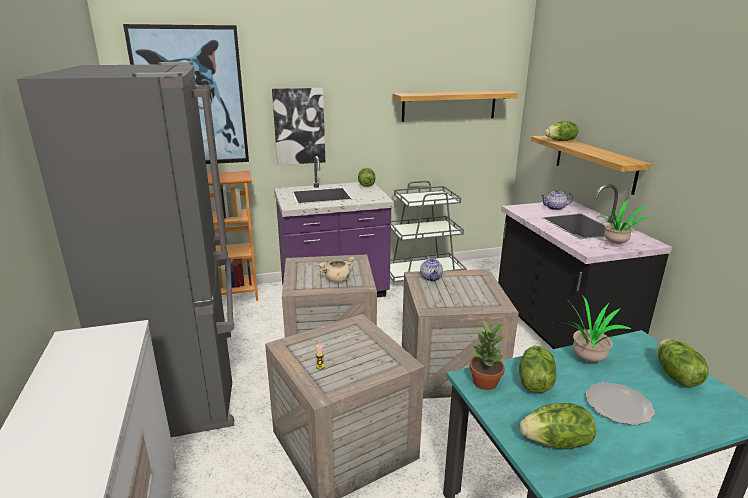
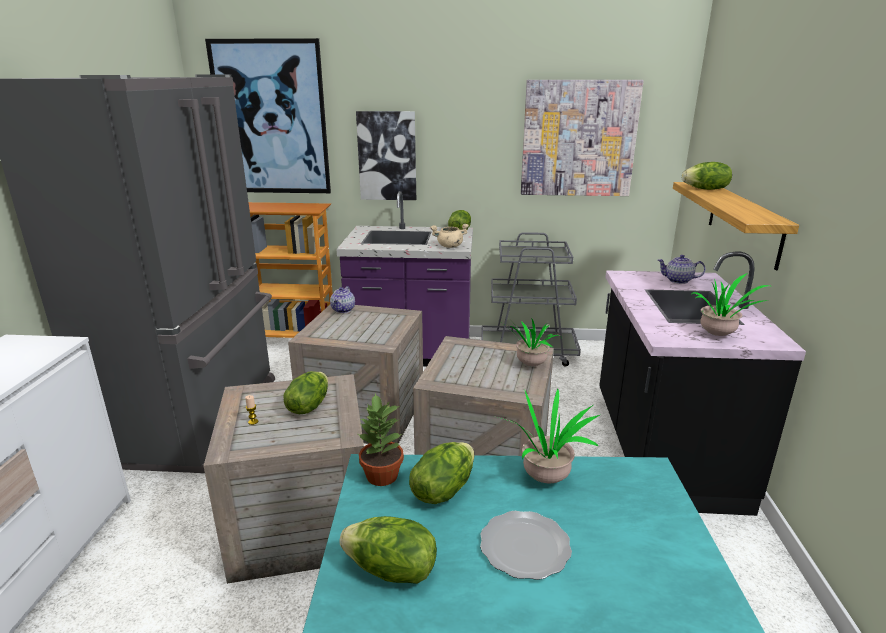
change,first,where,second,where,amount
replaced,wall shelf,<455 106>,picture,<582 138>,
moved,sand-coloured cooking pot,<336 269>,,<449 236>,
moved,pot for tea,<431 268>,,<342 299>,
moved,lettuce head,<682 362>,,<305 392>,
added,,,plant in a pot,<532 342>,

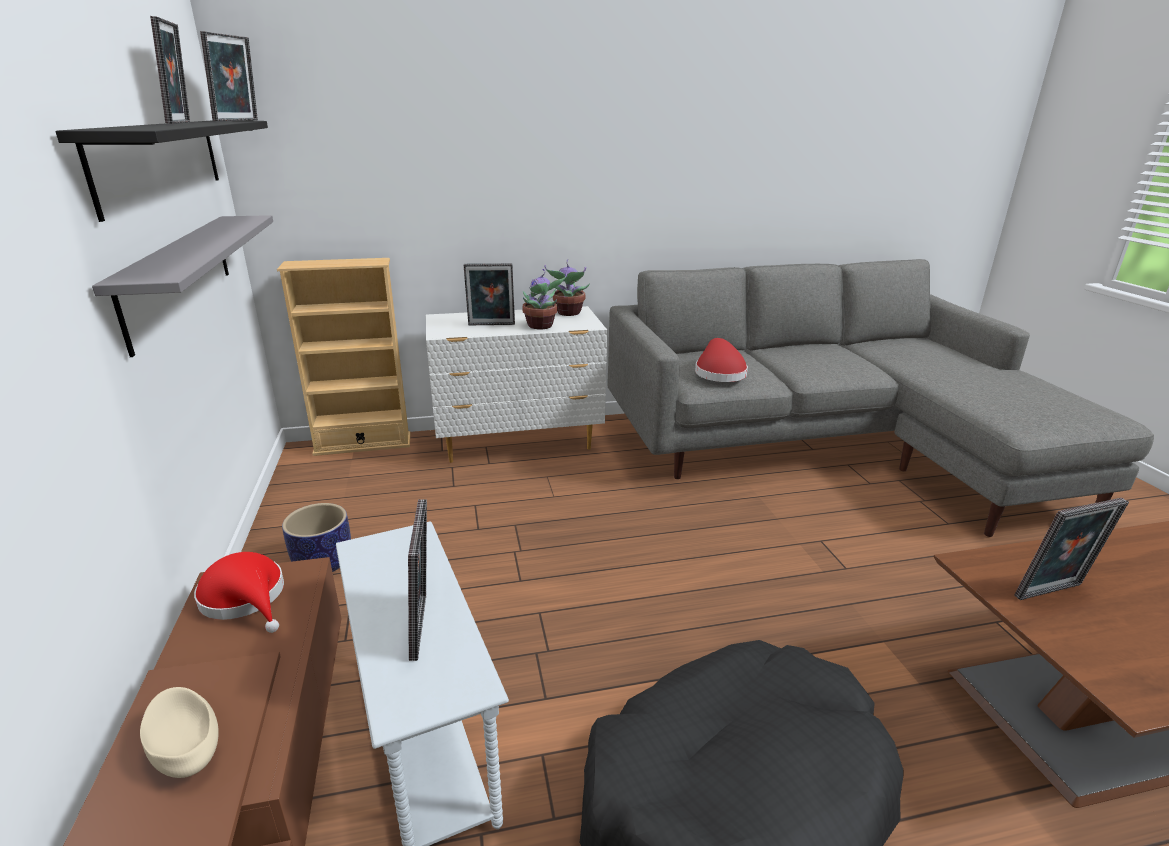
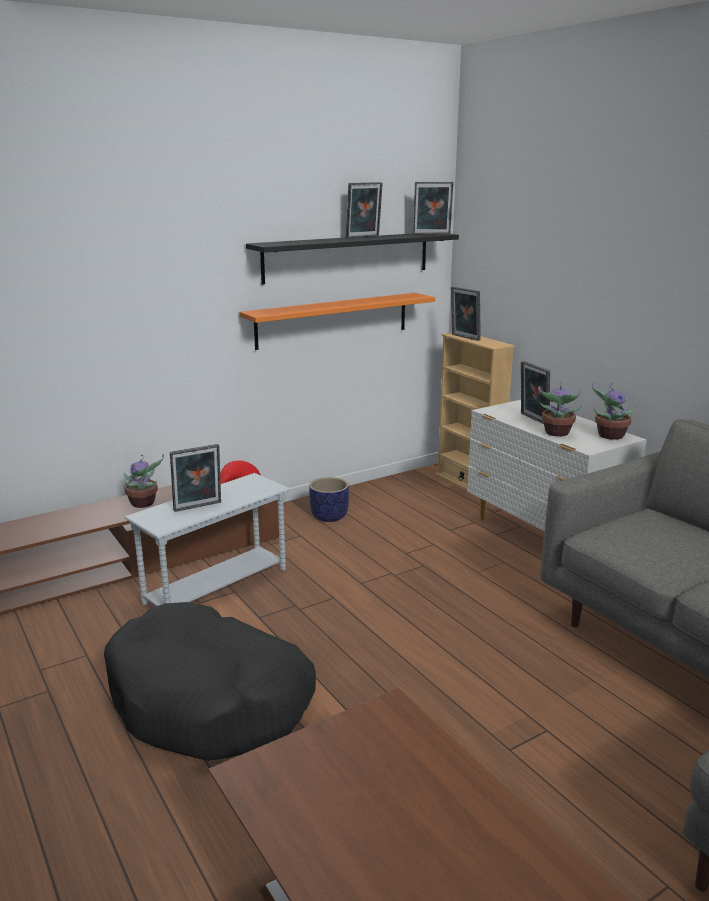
change,first,where,second,where,amount
recoloured,gray wall shelf,<182 286>,orange wall shelf,<337 321>,
removed,reddish wearable hat,<721 360>,,,
moved,standing frame,<1072 549>,,<466 314>,
replaced,sand-coloured deep dish,<179 732>,plant in a pot,<143 481>,

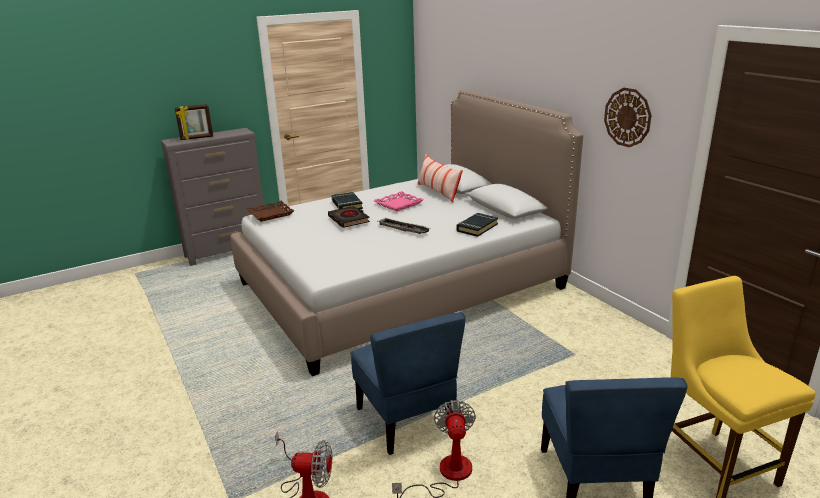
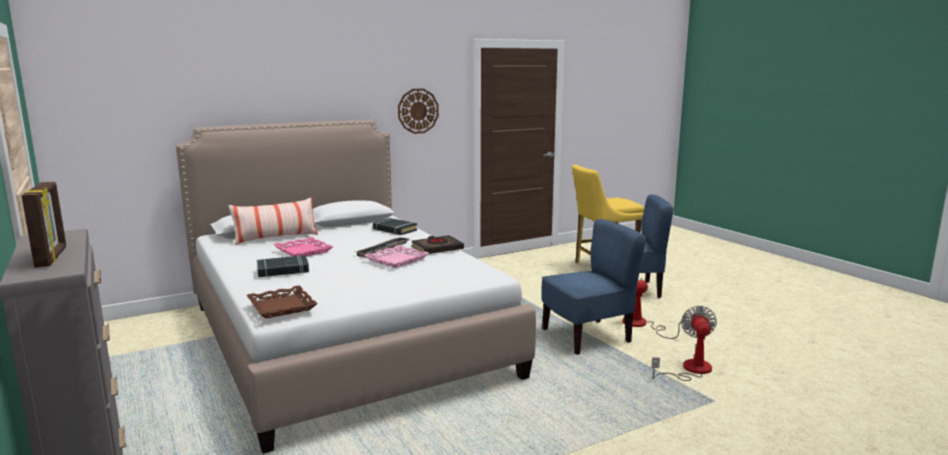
change,first,where,second,where,amount
moved,black book,<349 217>,,<437 244>,
added,,,pinkish carrying tray,<396 256>,

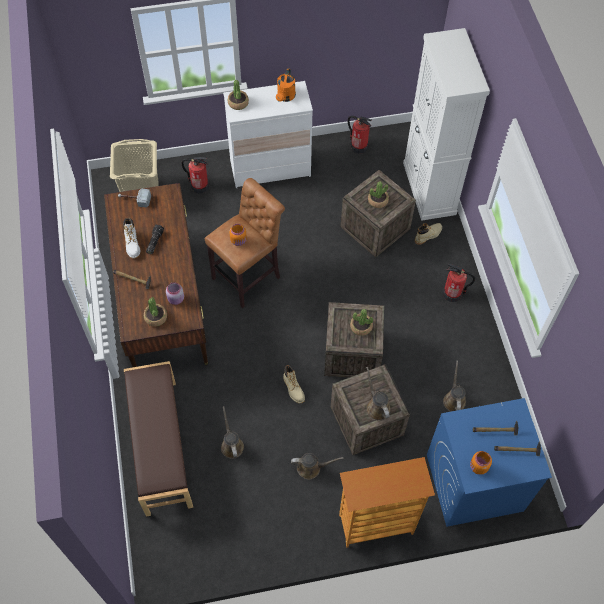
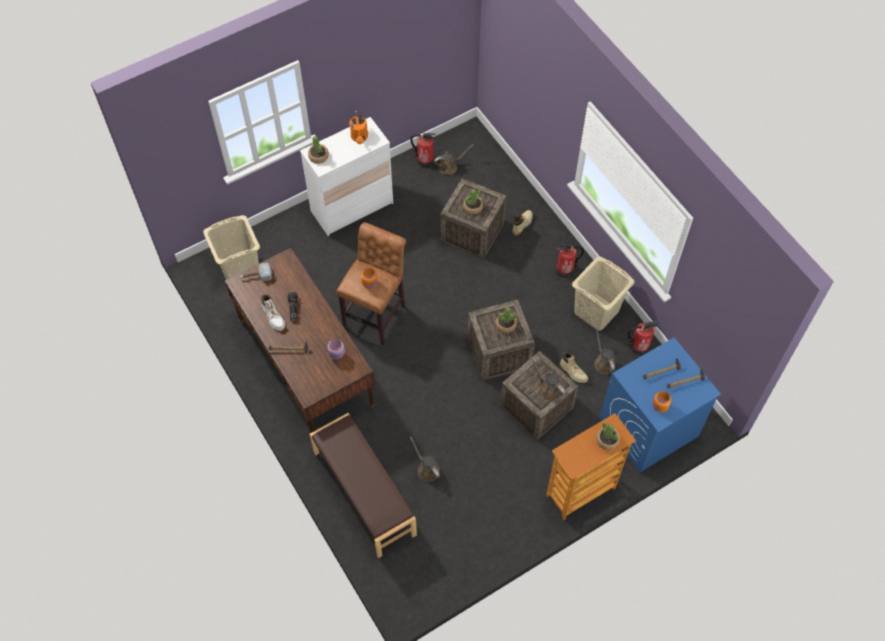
change,first,where,second,where,amount
removed,whitish cabinet,<446 124>,,,
moved,fire-fighting cylinder,<195 175>,,<643 337>,
moved,plant in a pot,<155 312>,,<608 436>,
moved,sand-coloured high-top boot,<294 384>,,<574 367>,
moved,brownish watering pot,<317 466>,,<454 160>,
added,,,sand-coloured laundry basket,<603 293>,

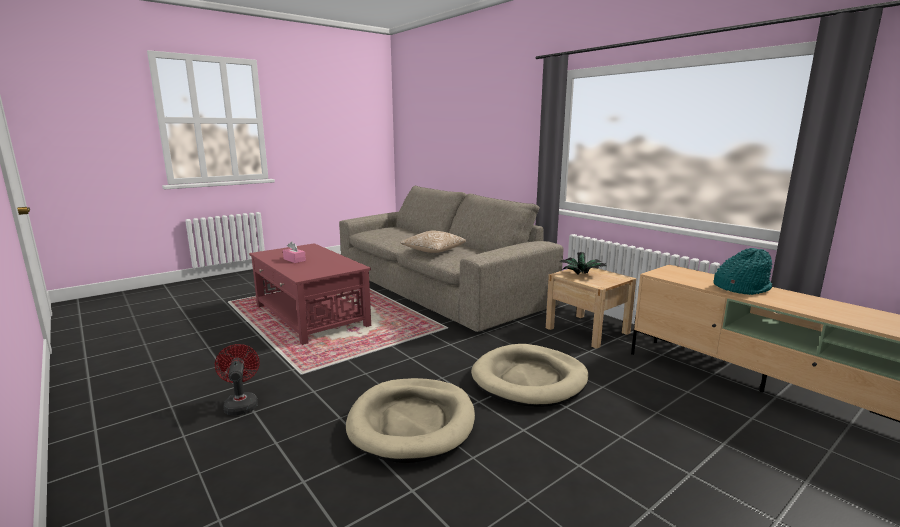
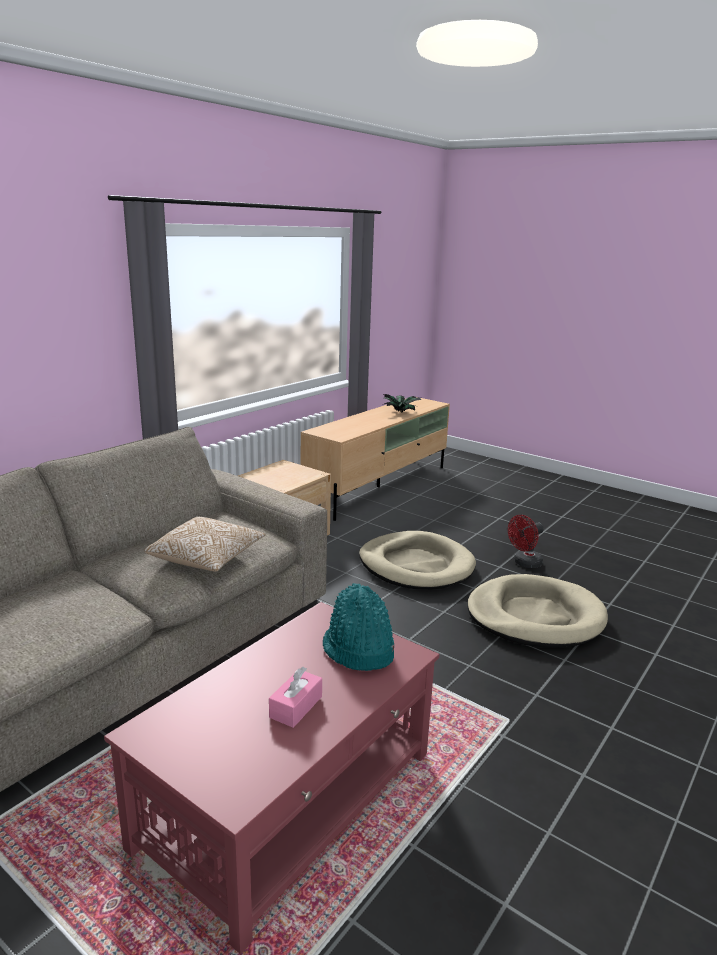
change,first,where,second,where,amount
moved,turquoise wearable hat,<743 271>,,<358 627>,
moved,plant in a pot,<583 263>,,<403 403>,
moved,reddish fan,<237 380>,,<526 541>,

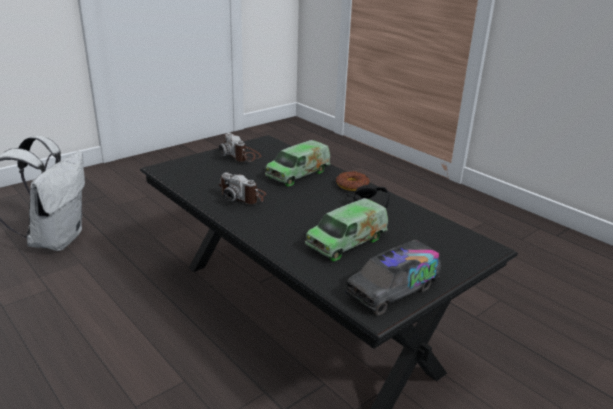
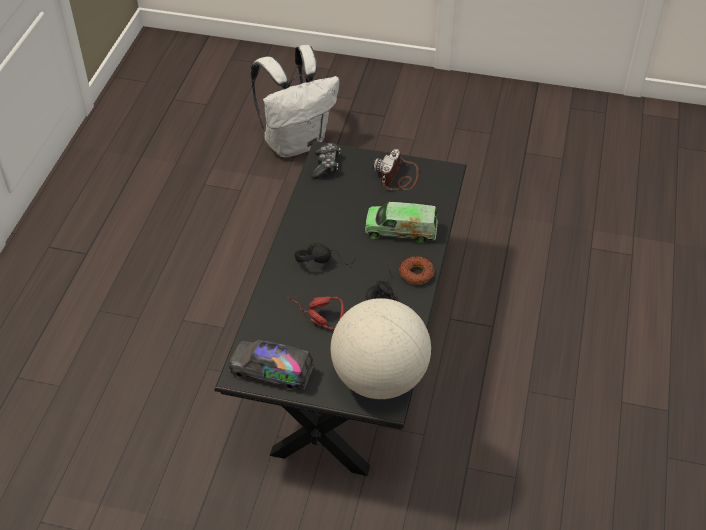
change,first,where,second,where,amount
removed,still camera,<242 188>,,,
replaced,toy truck,<346 229>,reddish pair of headphones,<316 313>,
added,,,game controller,<325 161>,
added,,,black pair of headphones,<325 254>,
added,,,desk globe,<381 348>,

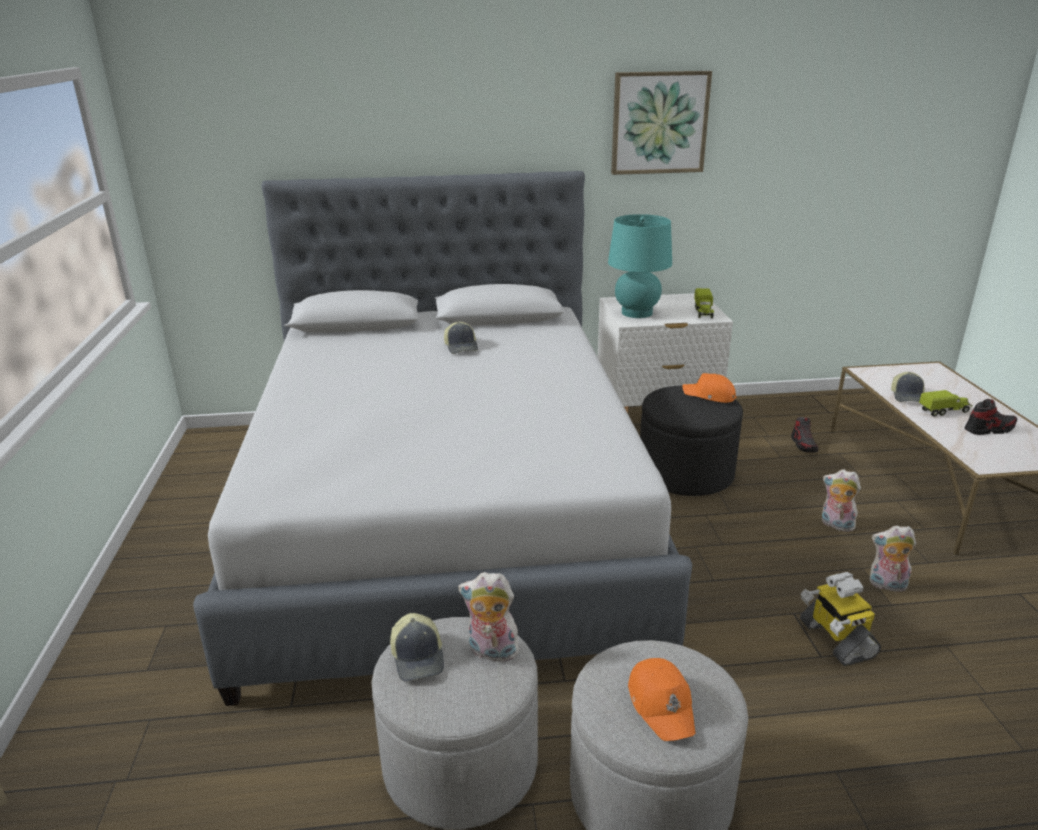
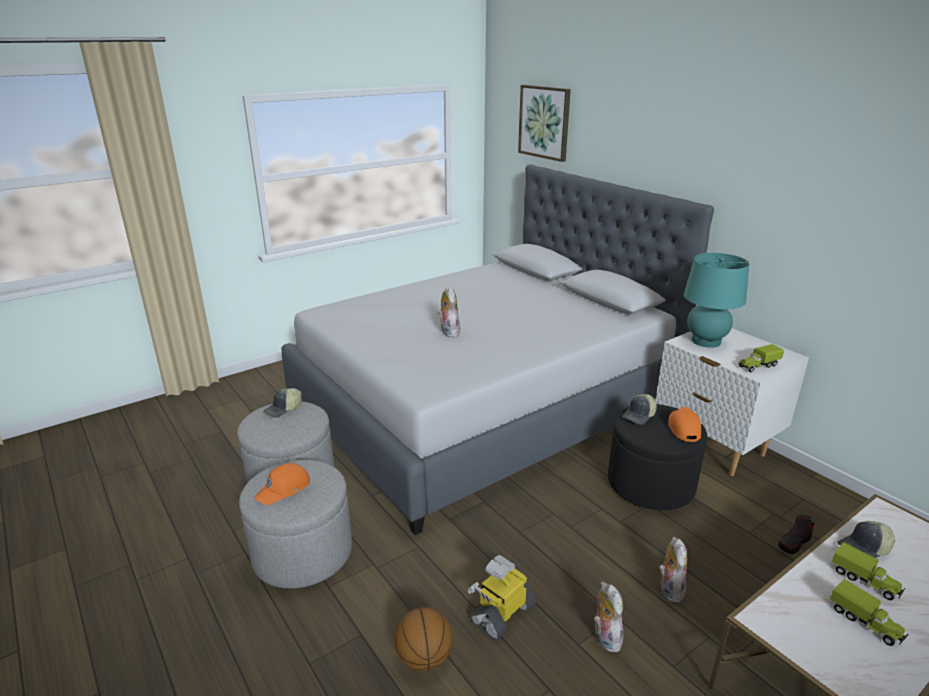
change,first,where,second,where,amount
moved,picture,<661 123>,,<544 123>,
moved,peaked cap,<461 337>,,<639 409>,
replaced,shoe,<991 417>,toy truck,<869 612>,
moved,cuddly toy,<490 617>,,<449 311>,
added,,,basketball ball,<424 639>,

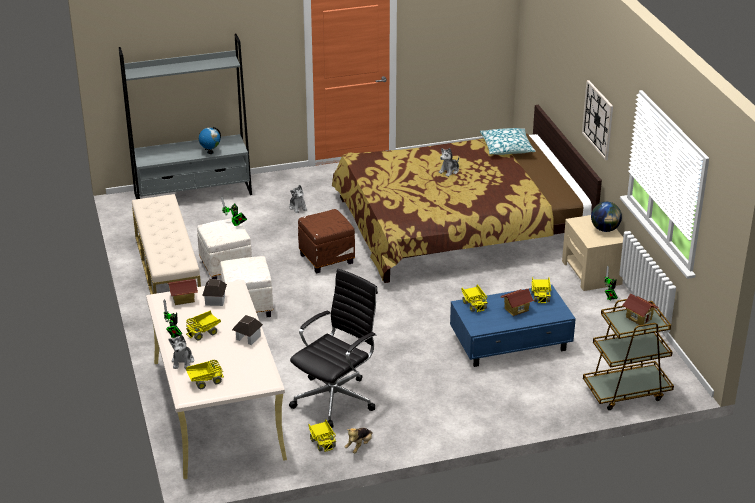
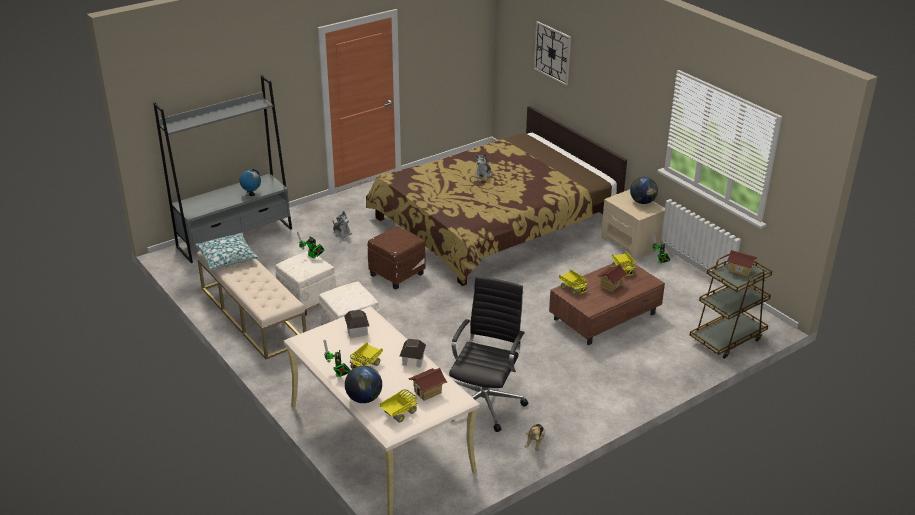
change,first,where,second,where,amount
moved,hanging clock,<597 120>,,<552 53>,
moved,throw pillow,<508 141>,,<227 251>,
moved,miniature house,<183 292>,,<427 384>,
recoloured,bluish coffee table,<513 326>,brownish coffee table,<607 304>,
replaced,cuddly toy,<181 352>,desk globe,<363 384>,
removed,toy truck,<322 435>,,,

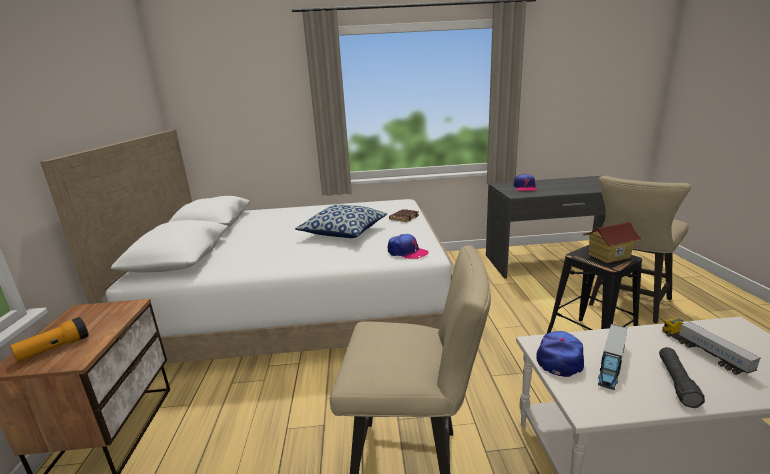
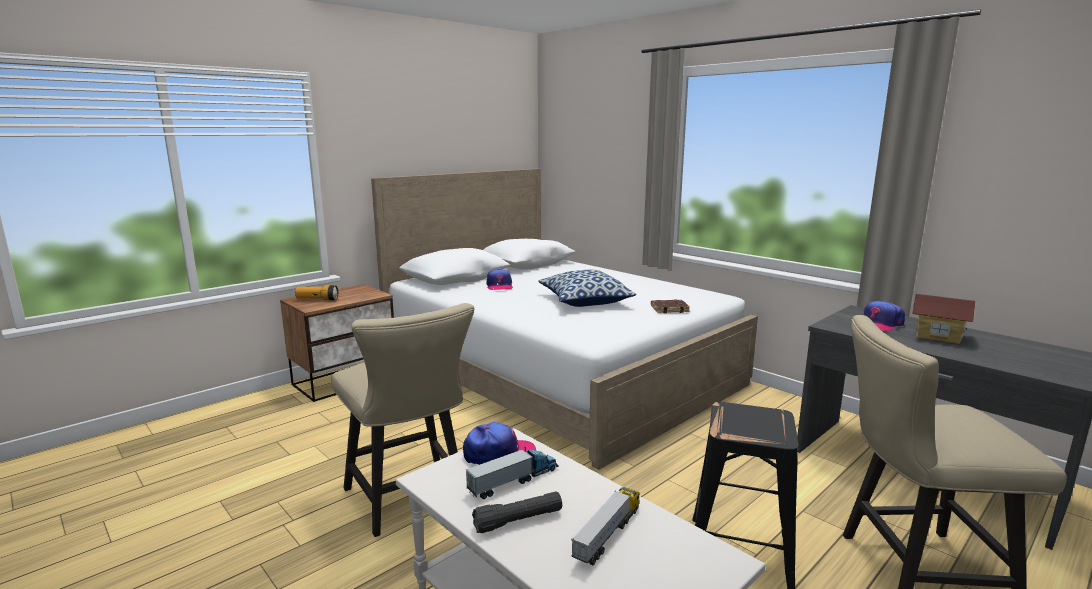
change,first,where,second,where,amount
moved,miniature house,<612 242>,,<944 319>,
moved,peaked cap,<408 246>,,<499 279>,
turned,toy truck,<612 357>,,<512 472>,150 degrees clockwise

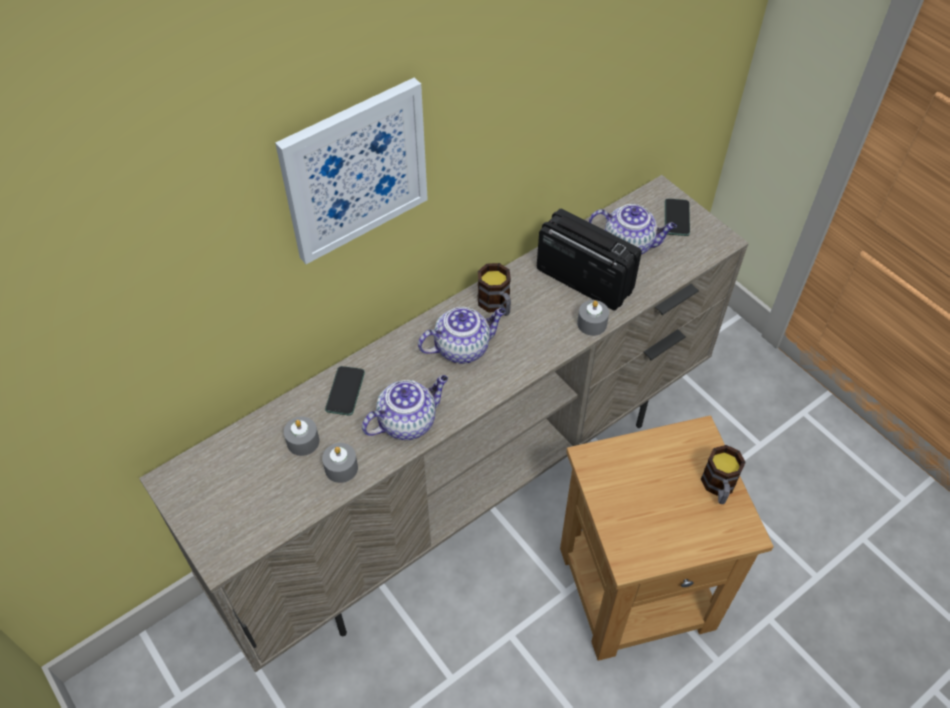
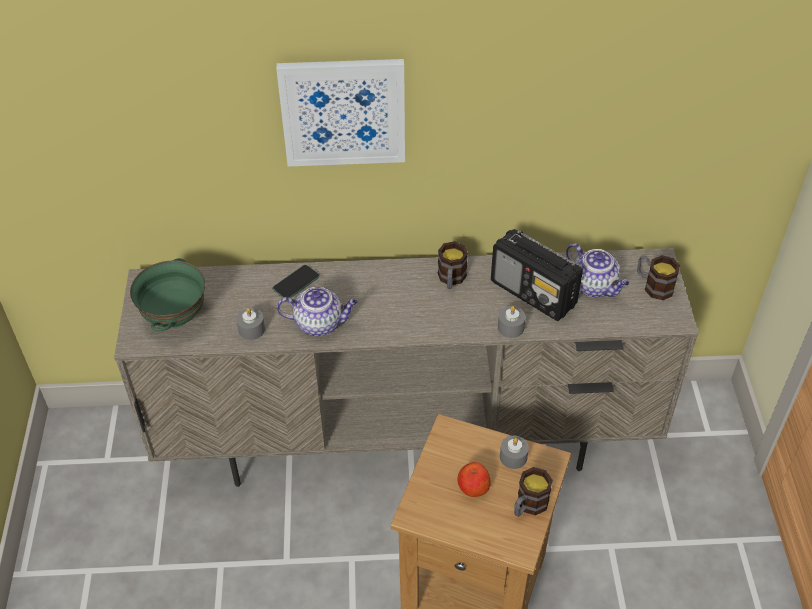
change,first,where,second,where,amount
replaced,phone,<677 217>,coffee mug,<658 277>,
turned,radio,<589 260>,,<537 275>,150 degrees clockwise
removed,pot for tea,<462 335>,,,
moved,gray wax candle,<301 436>,,<514 452>,
added,,,green-coloured deep dish,<167 294>,
added,,,apple,<474 479>,

